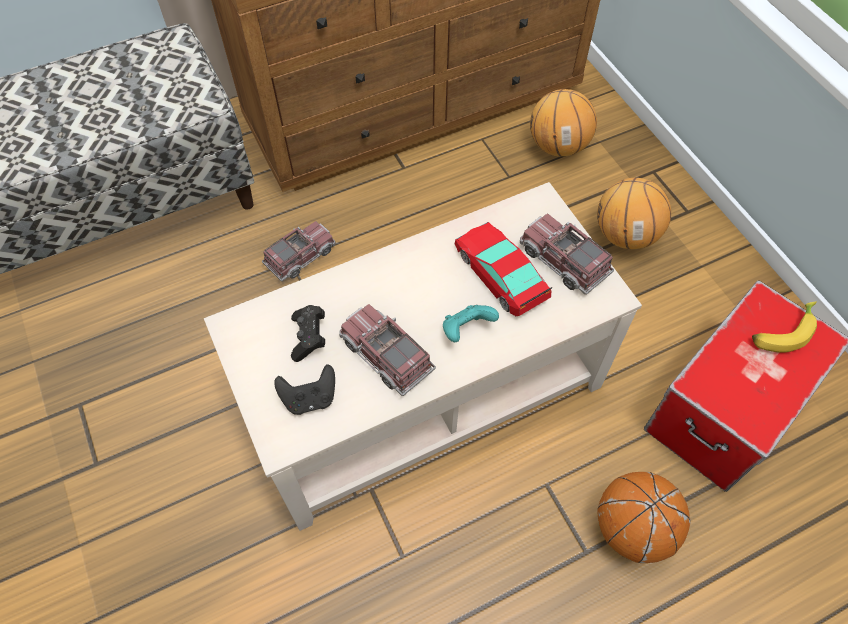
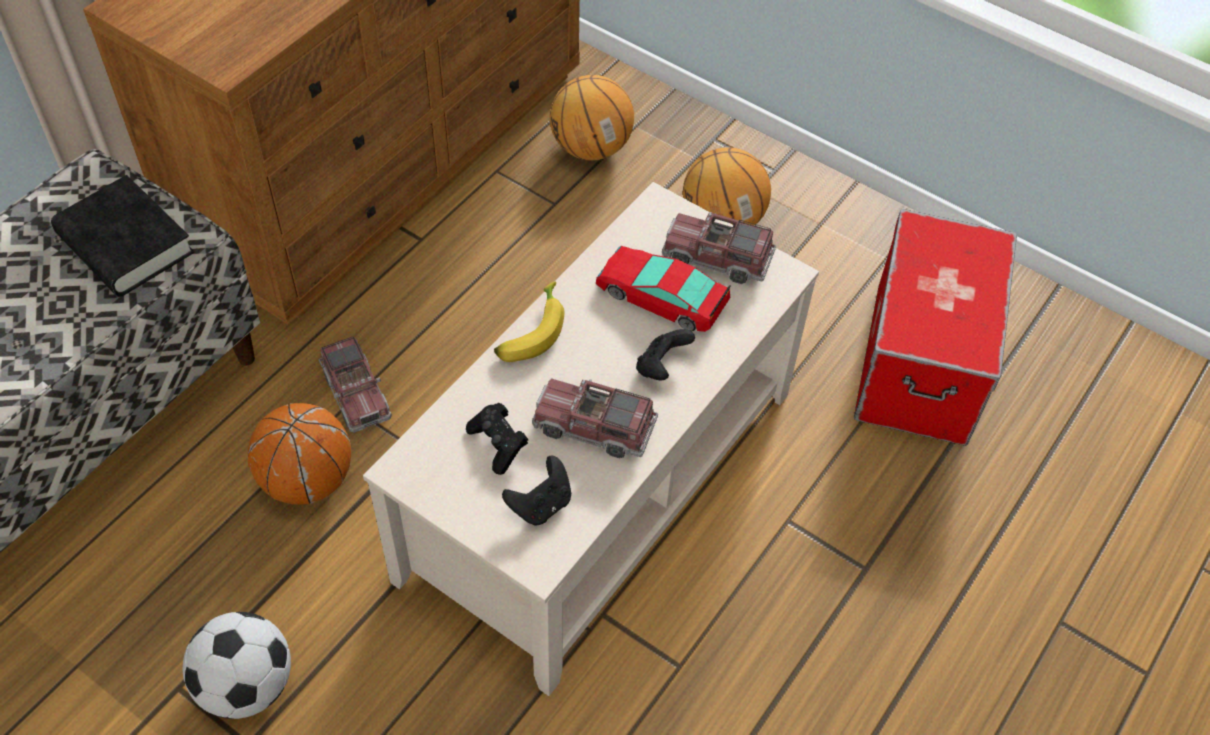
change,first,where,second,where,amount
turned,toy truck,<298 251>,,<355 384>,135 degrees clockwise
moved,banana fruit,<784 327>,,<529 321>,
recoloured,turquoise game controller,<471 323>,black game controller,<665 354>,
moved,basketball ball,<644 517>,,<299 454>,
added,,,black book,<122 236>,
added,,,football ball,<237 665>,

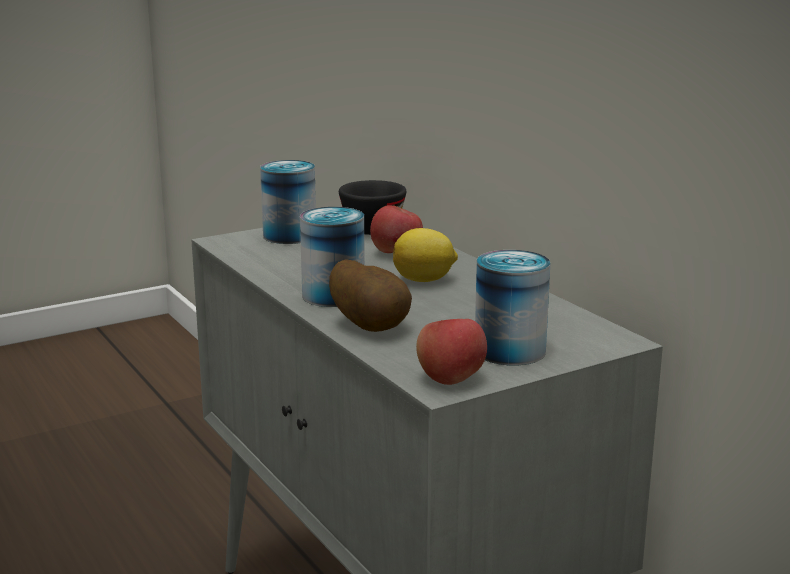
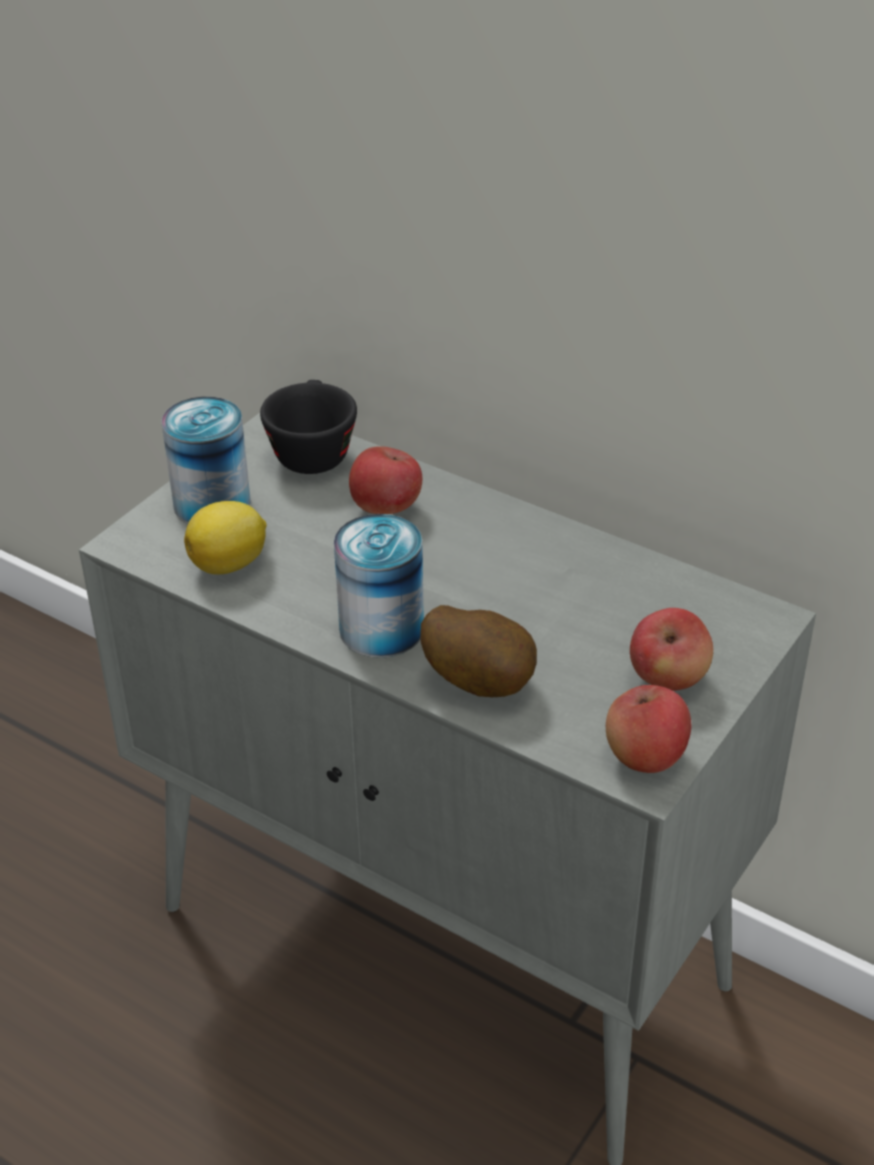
change,first,where,second,where,amount
moved,lemon,<425 255>,,<225 538>,
replaced,metal can,<512 307>,apple,<671 649>,

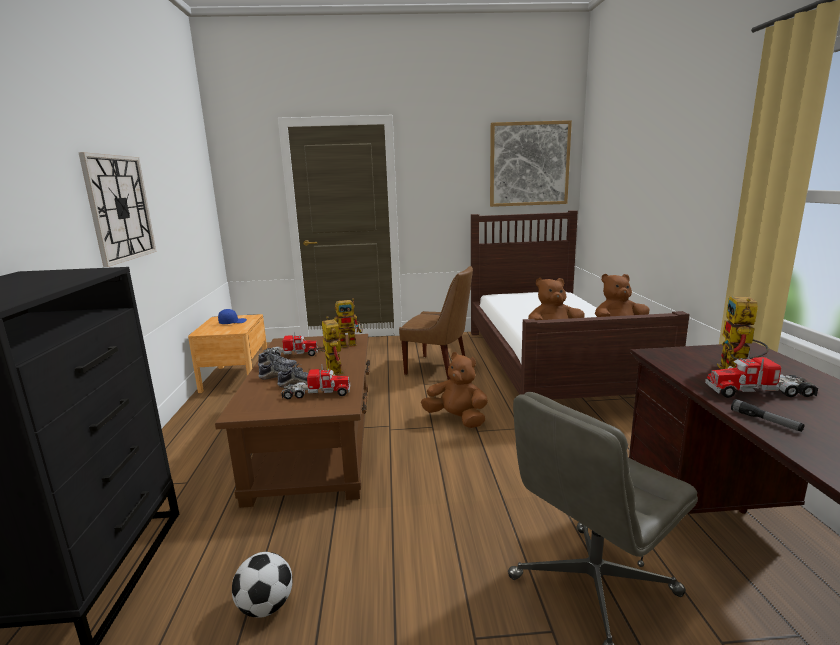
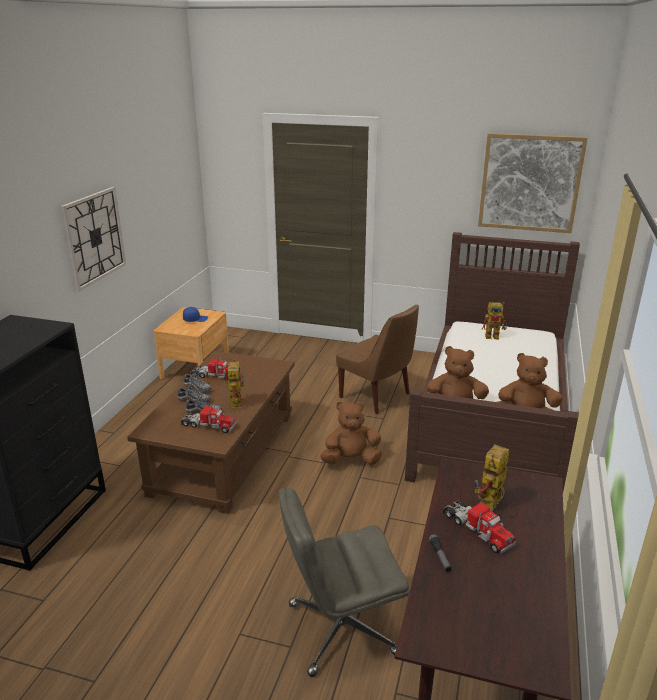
change,first,where,second,where,amount
moved,model robot,<348 323>,,<494 320>,
turned,toy truck,<762 374>,,<479 527>,150 degrees counterclockwise
turned,brownish cuddly toy,<454 390>,,<351 433>,60 degrees counterclockwise
removed,football ball,<262 585>,,,

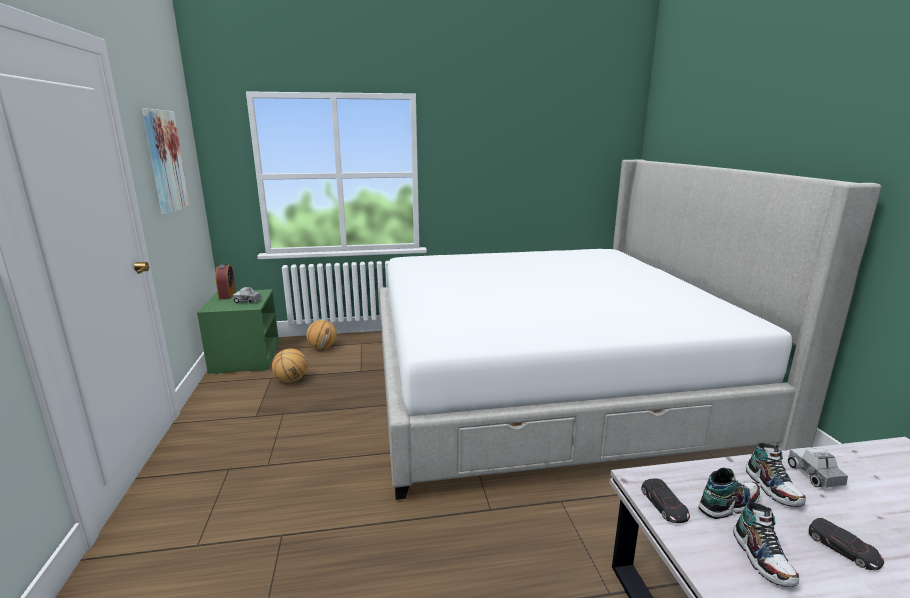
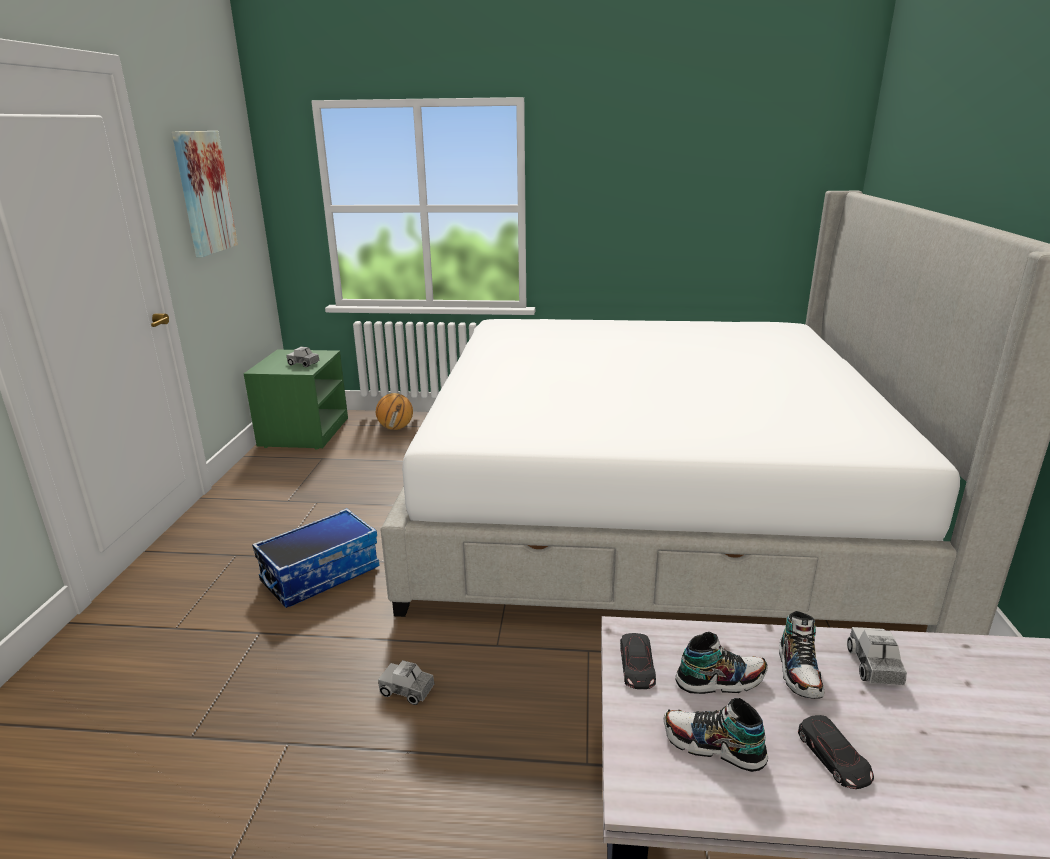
change,first,where,second,where,amount
removed,table clock,<225 282>,,,
removed,basketball ball,<290 365>,,,
turned,shoe,<766 544>,,<715 735>,105 degrees clockwise
added,,,storage container,<315 558>,
added,,,toy truck,<406 682>,

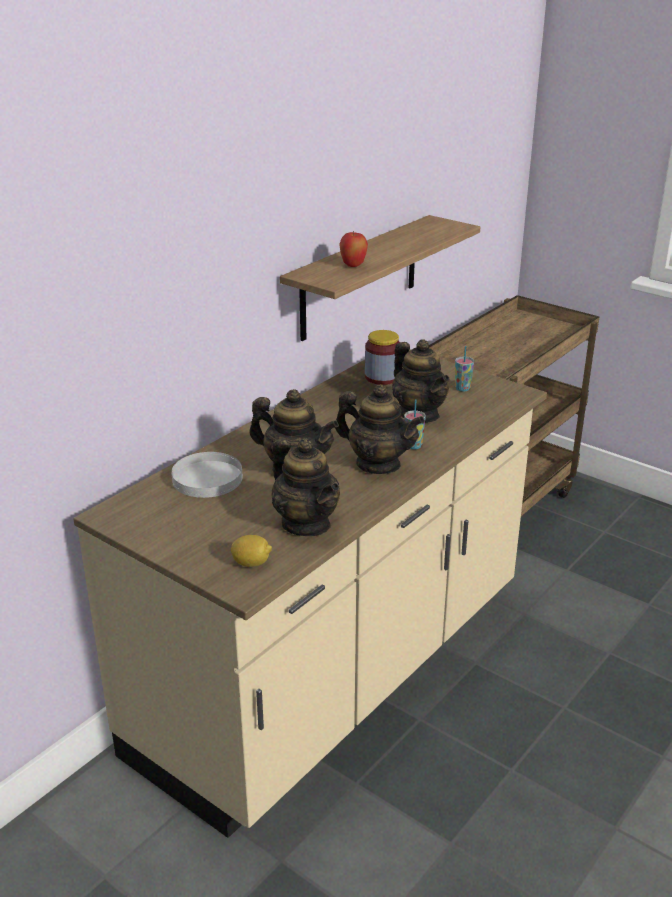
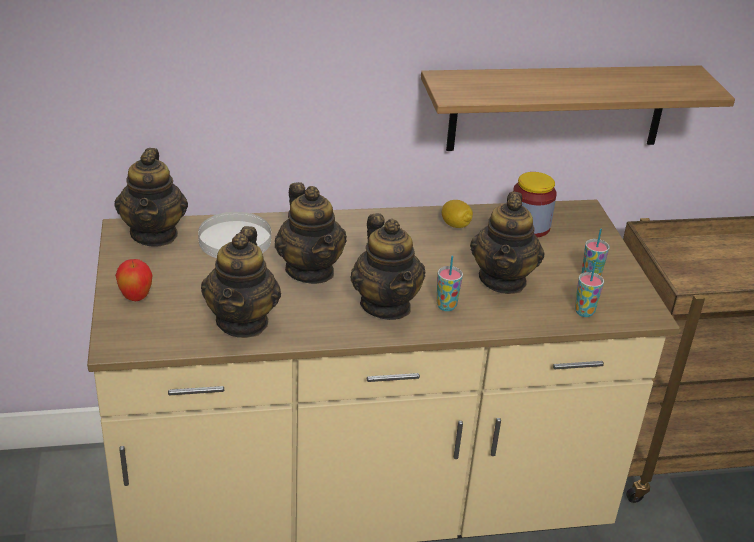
change,first,where,second,where,amount
moved,apple,<353 249>,,<133 280>,
moved,lemon,<251 551>,,<457 214>,
added,,,pot for tea,<151 197>,
added,,,cup,<589 289>,

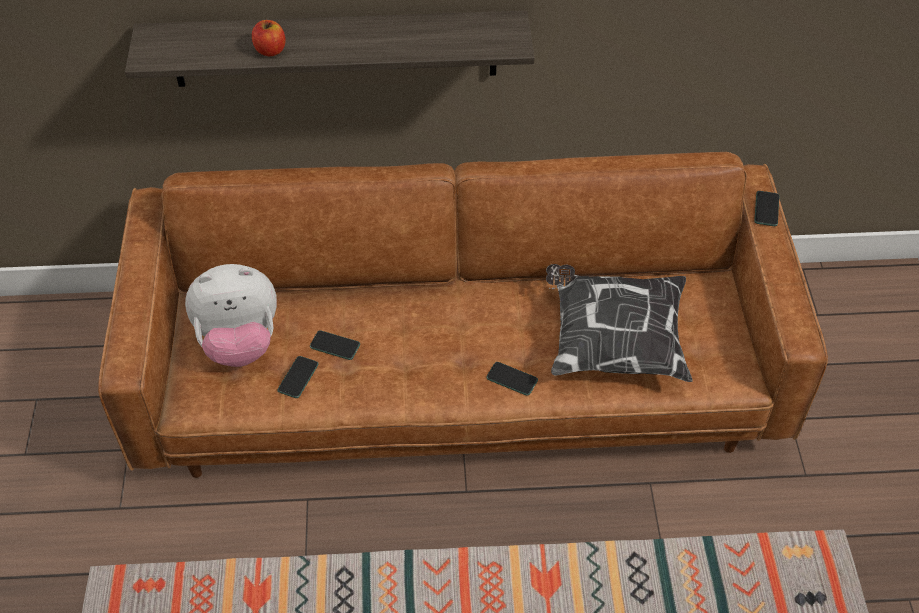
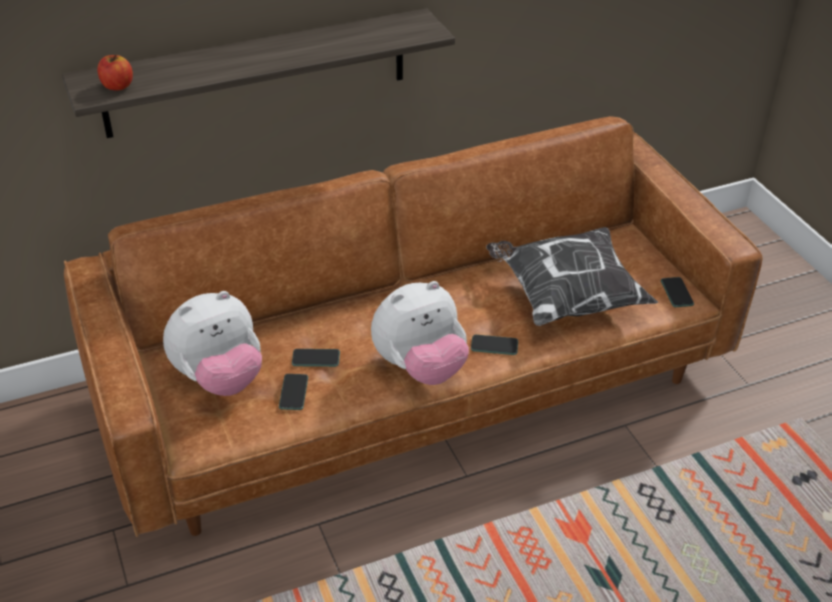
change,first,where,second,where,amount
moved,apple,<269 38>,,<115 73>,
moved,phone,<766 208>,,<677 292>,
added,,,cuddly toy,<420 333>,

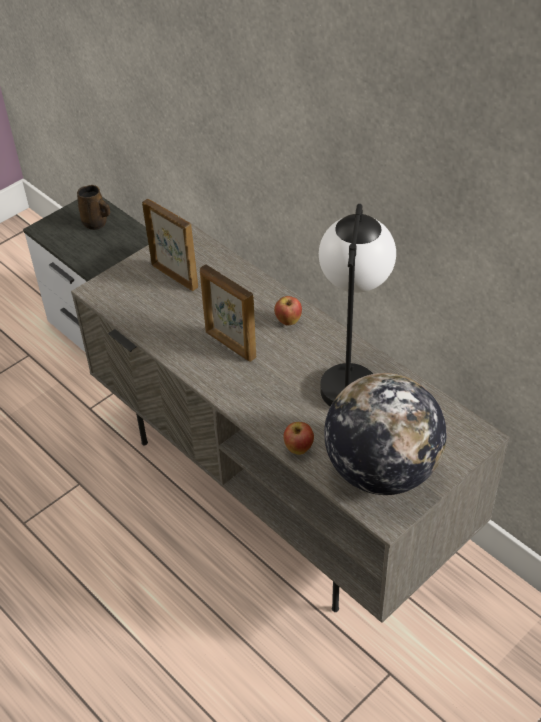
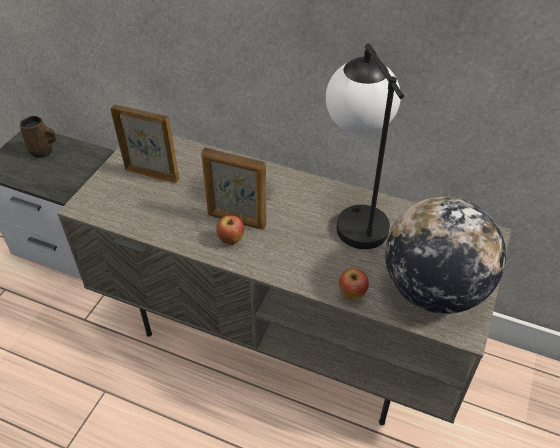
change,first,where,second,where,amount
moved,apple,<288 311>,,<230 230>,

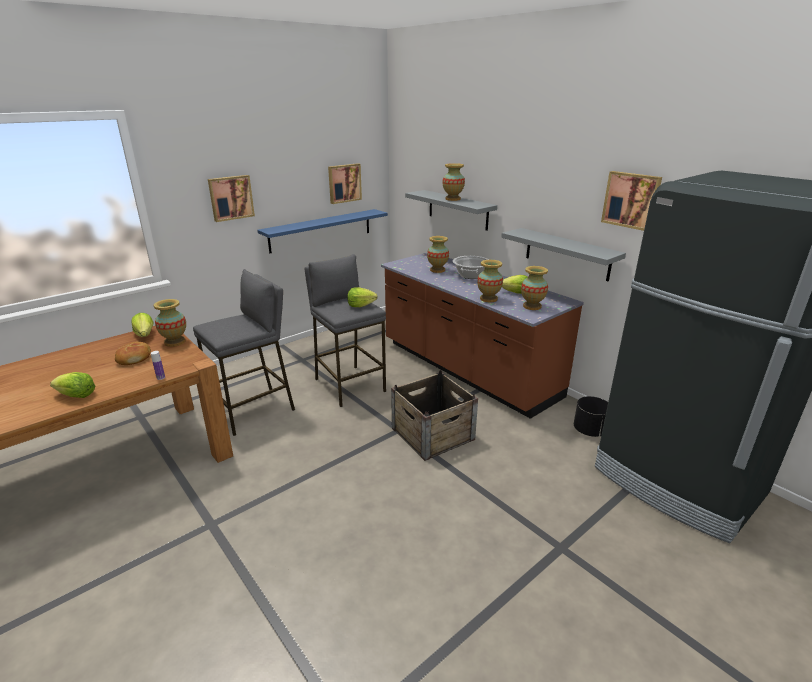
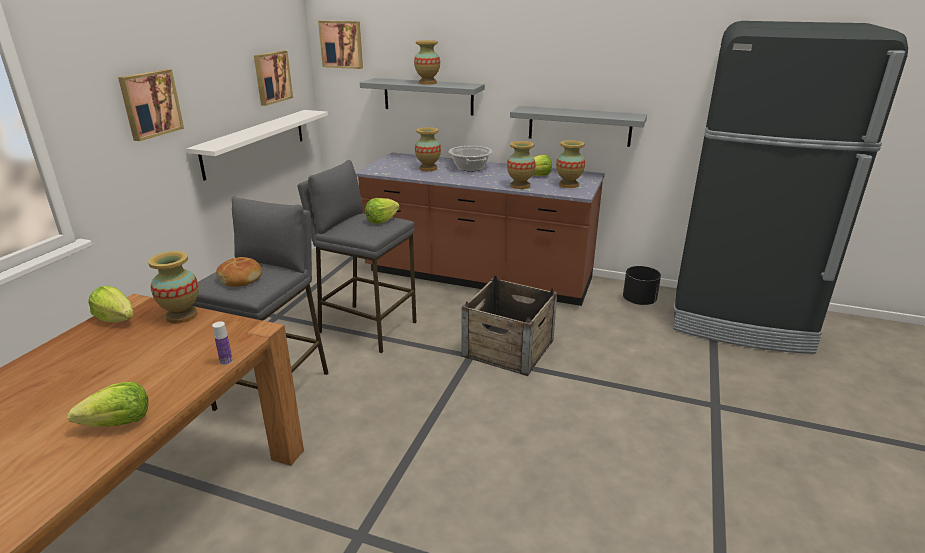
change,first,where,second,where,amount
moved,picture,<631 201>,,<340 45>,
recoloured,bluish wall shelf,<322 231>,whitish wall shelf,<257 145>,
moved,bread,<133 353>,,<239 272>,

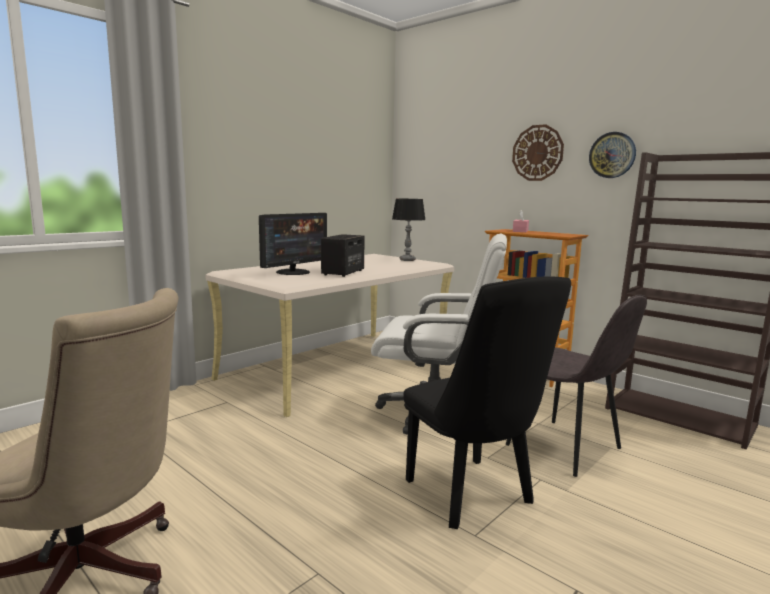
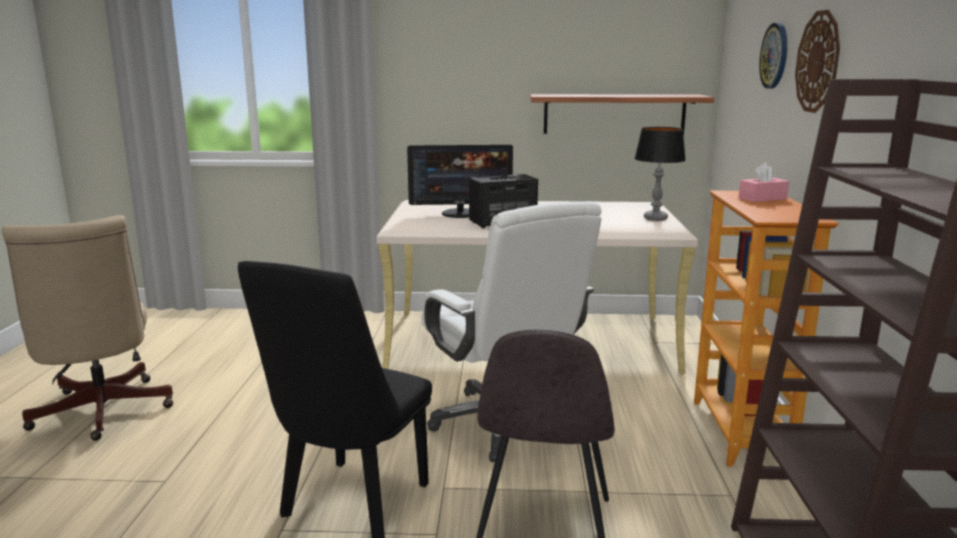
change,first,where,second,where,amount
moved,hanging clock,<612 155>,,<773 56>,
added,,,wall shelf,<622 114>,

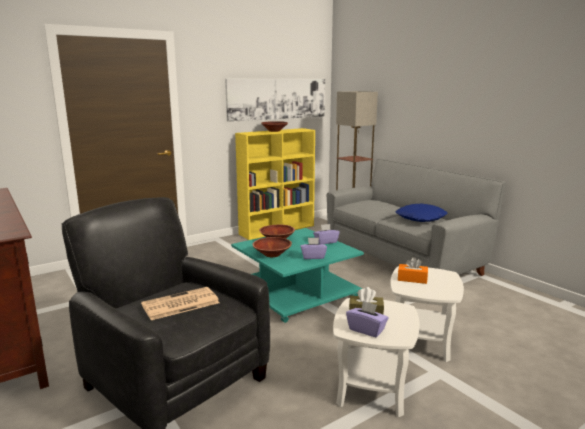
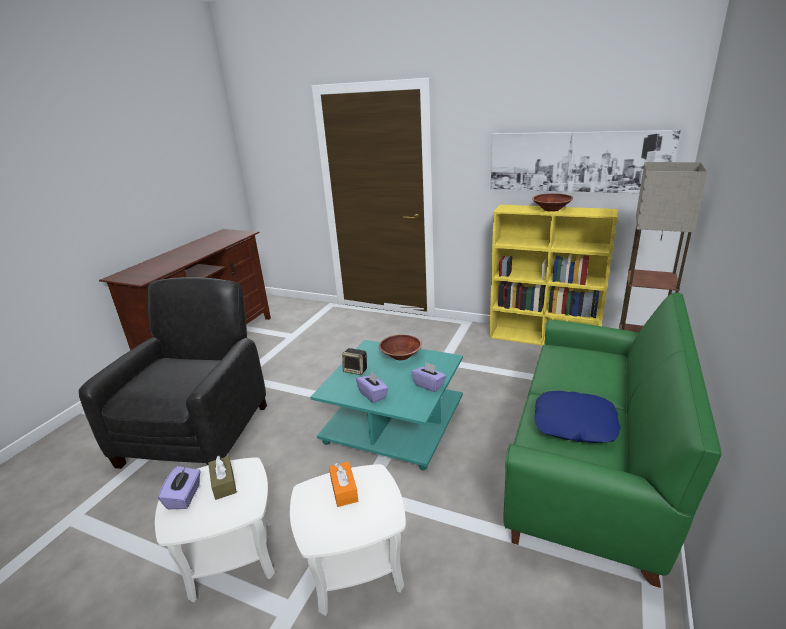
change,first,where,second,where,amount
recoloured,gray sofa,<416 217>,green-coloured sofa,<612 440>,
replaced,brownish deep dish,<272 247>,loudspeaker,<354 361>,
removed,printed paper,<180 303>,,,

